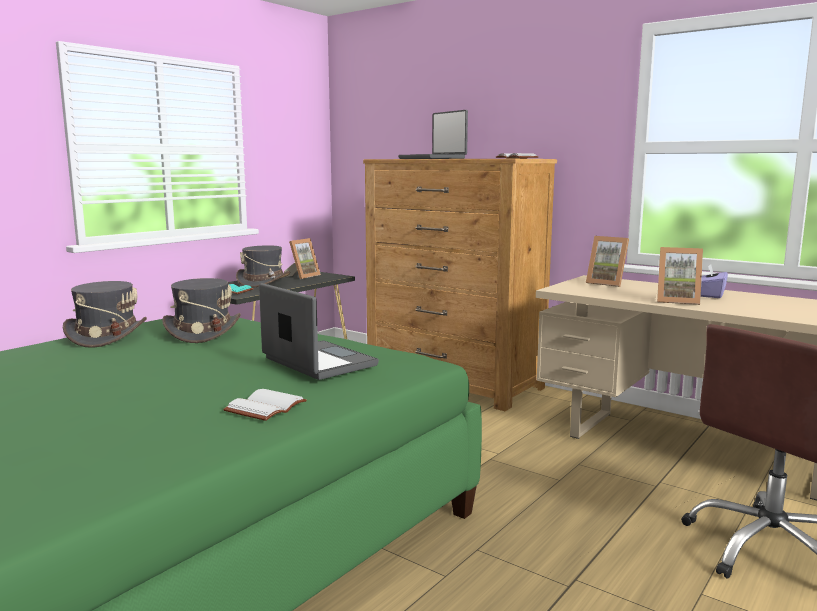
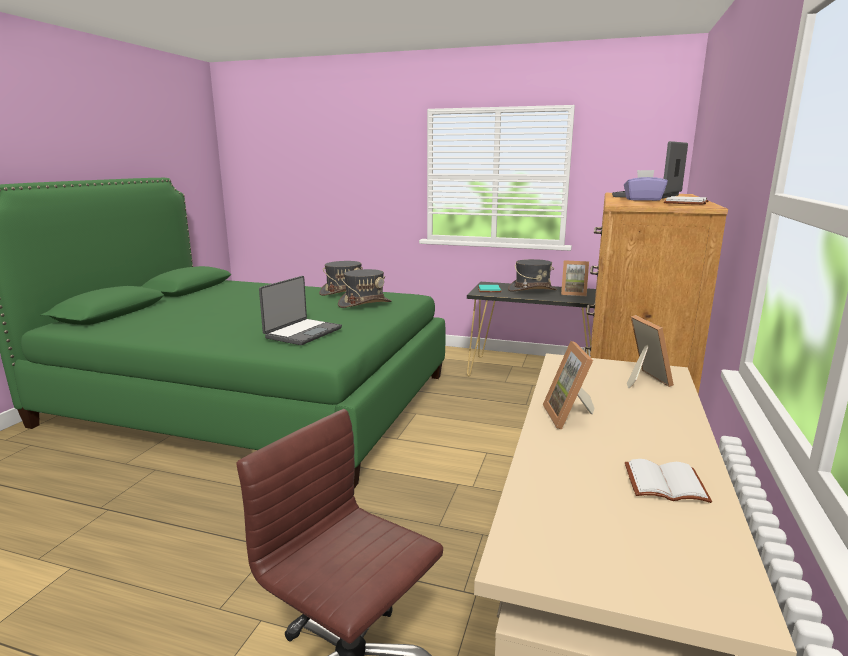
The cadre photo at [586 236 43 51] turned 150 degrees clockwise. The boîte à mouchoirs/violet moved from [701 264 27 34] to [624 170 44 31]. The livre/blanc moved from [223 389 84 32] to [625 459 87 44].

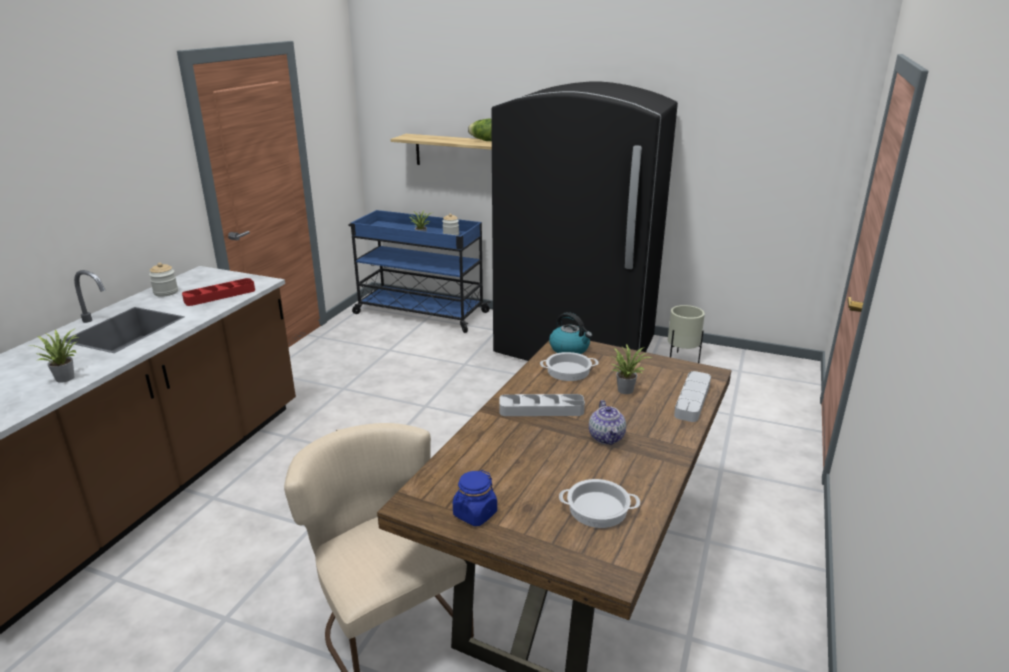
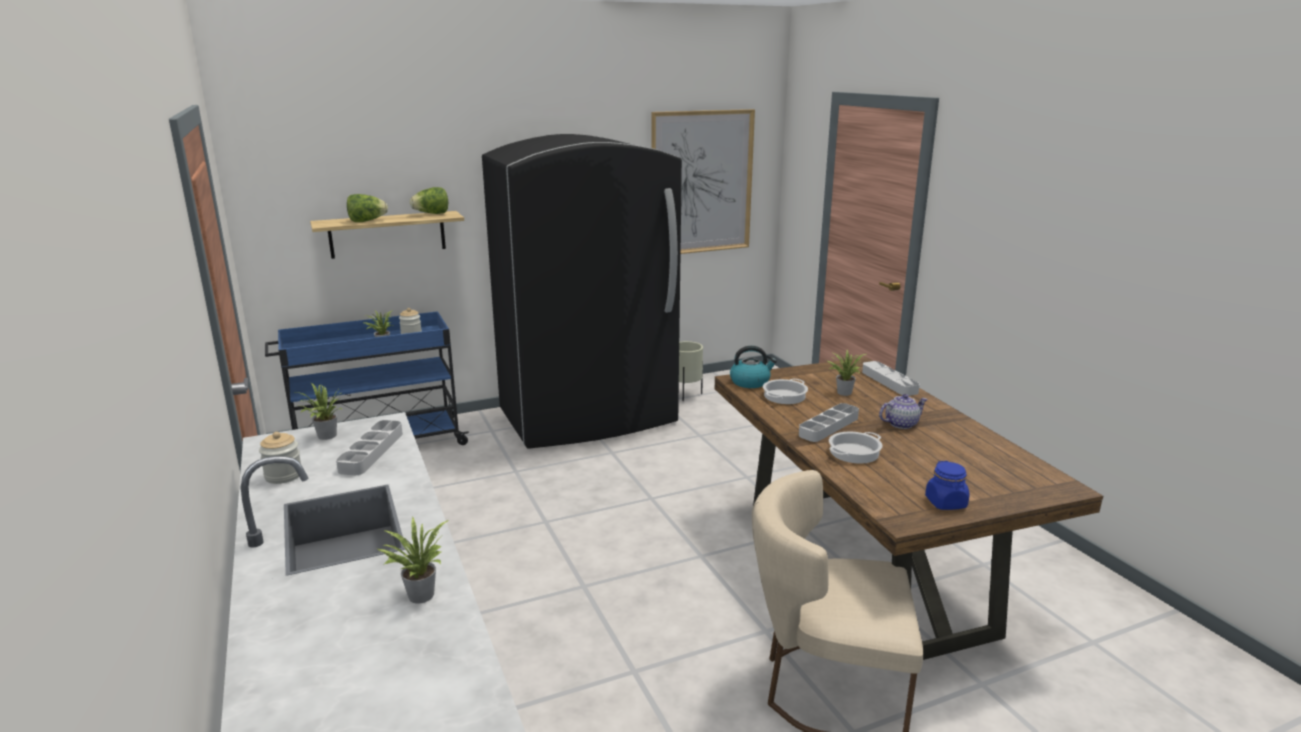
The plateau/rouge at [182 278 73 28] became the plateau/gris at [336 420 67 55]. The théière at [589 400 37 45] turned 60 degrees counterclockwise. The marmite moved from [559 479 81 49] to [829 432 54 32]. The tableau at [651 109 104 145] appeared. The laitue at [347 194 41 28] appeared. The plante en pot at [292 383 50 57] appeared.

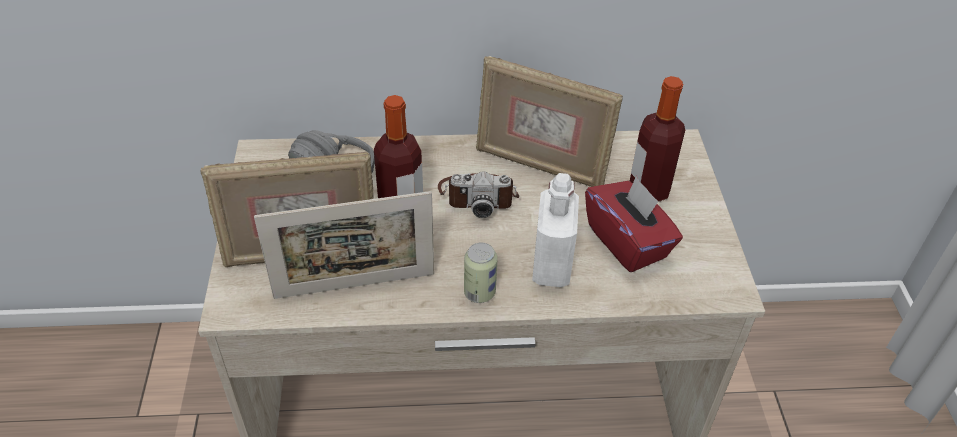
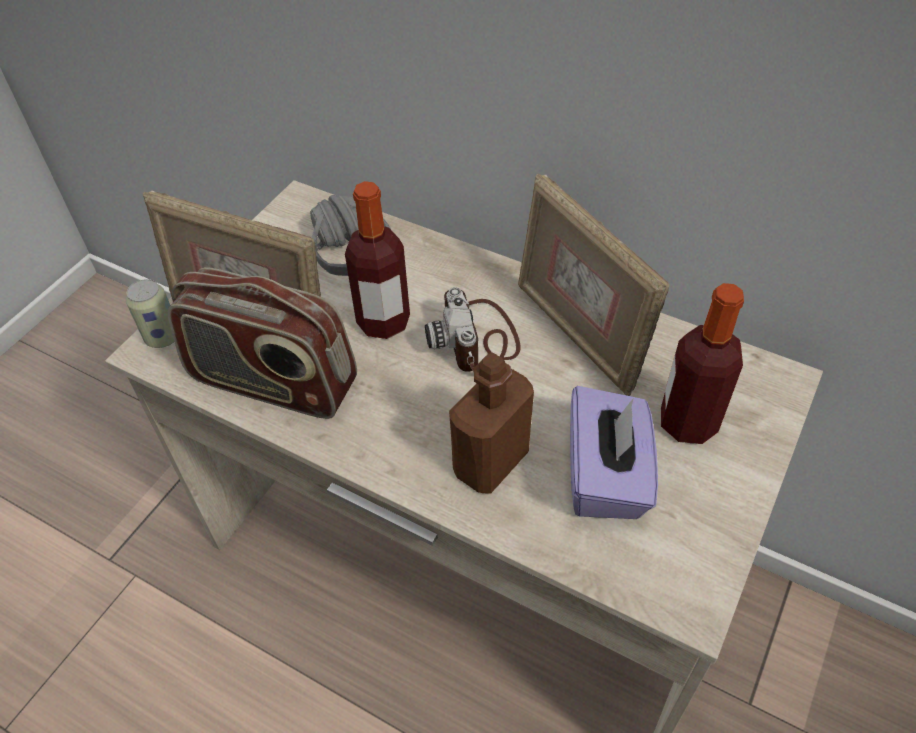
The appareil photo at [438 171 81 47] turned 45 degrees clockwise. The bouteille/blanc at [532 173 47 114] became the bouteille/marron at [449 353 85 141]. The boîte à mouchoirs/rouge at [585 176 98 96] became the boîte à mouchoirs/violet at [570 386 88 133]. The cadre photo at [254 191 180 108] was replaced by the radio at [168 267 189 152]. The boîte métallique moved from [464 243 34 60] to [126 279 48 69].

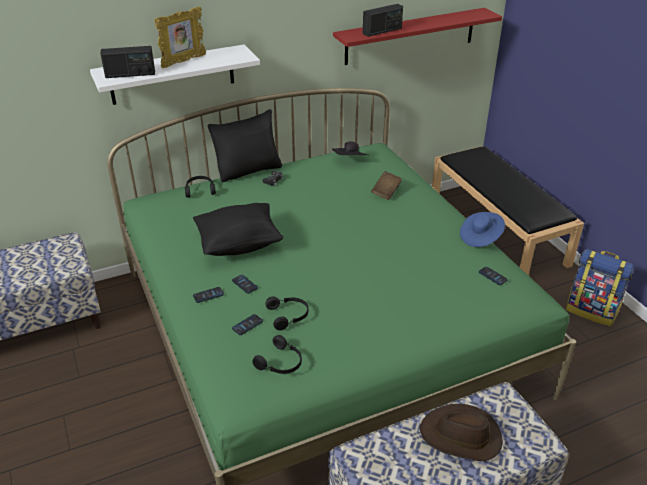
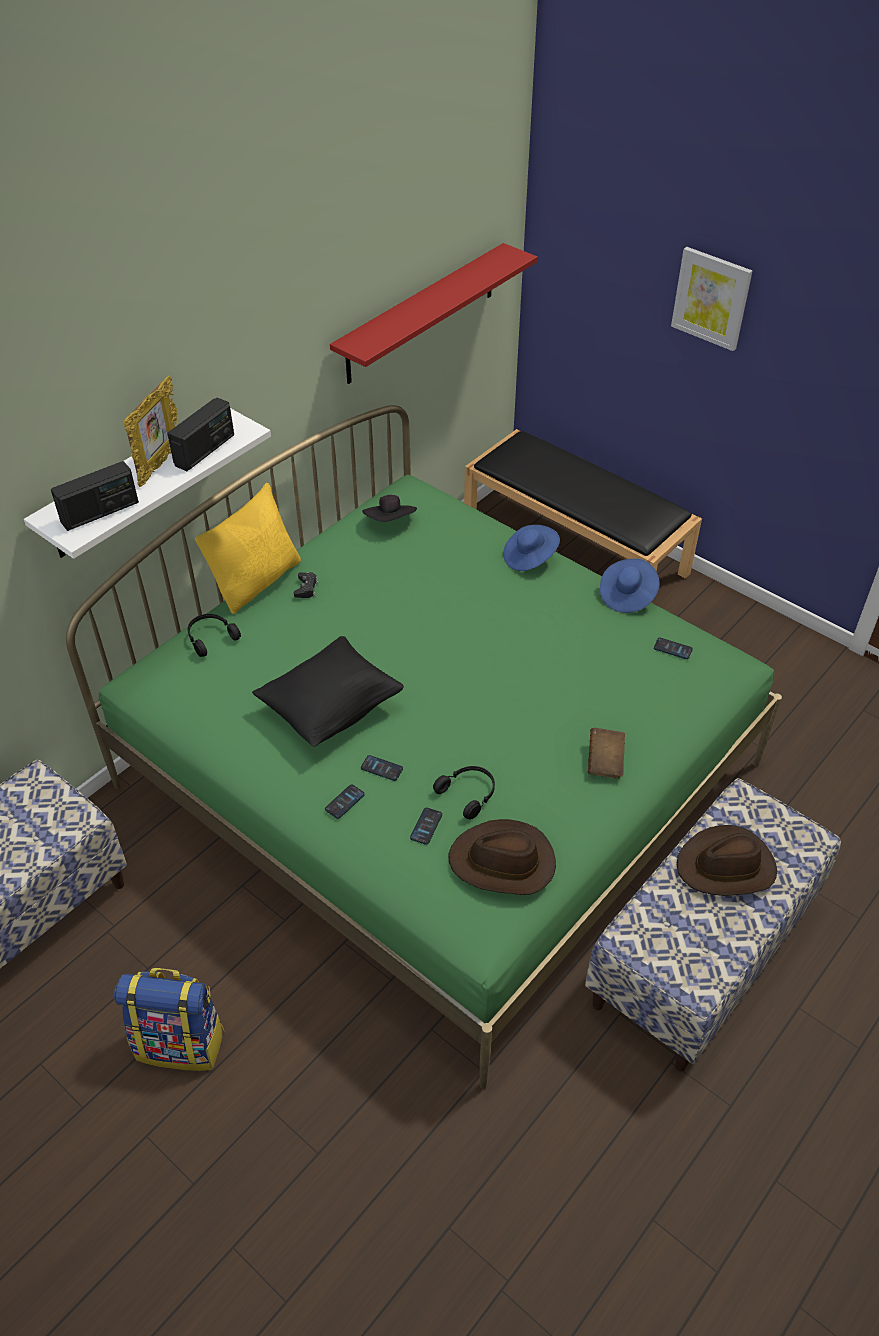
The radio moved from [363 4 40 33] to [167 397 67 74]. The coussin/noir at [207 109 75 73] became the coussin/jaune at [195 483 106 131]. The livre/marron moved from [371 171 31 29] to [588 728 37 50]. The sac à dos moved from [566 249 68 77] to [114 968 110 103]. The casque audio/noir at [252 335 50 39] was replaced by the chapeau/marron at [448 819 108 76]. The tableau at [671 247 81 104] appeared. The chapeau/bleu at [503 525 57 46] appeared.

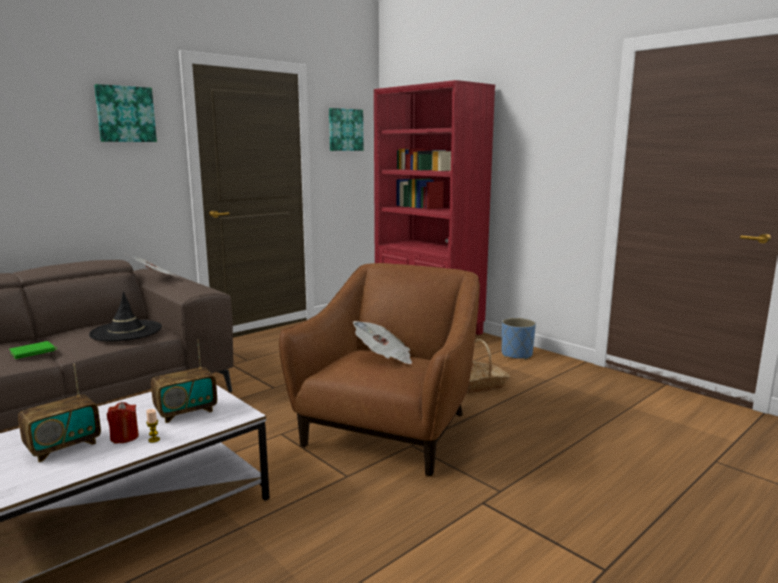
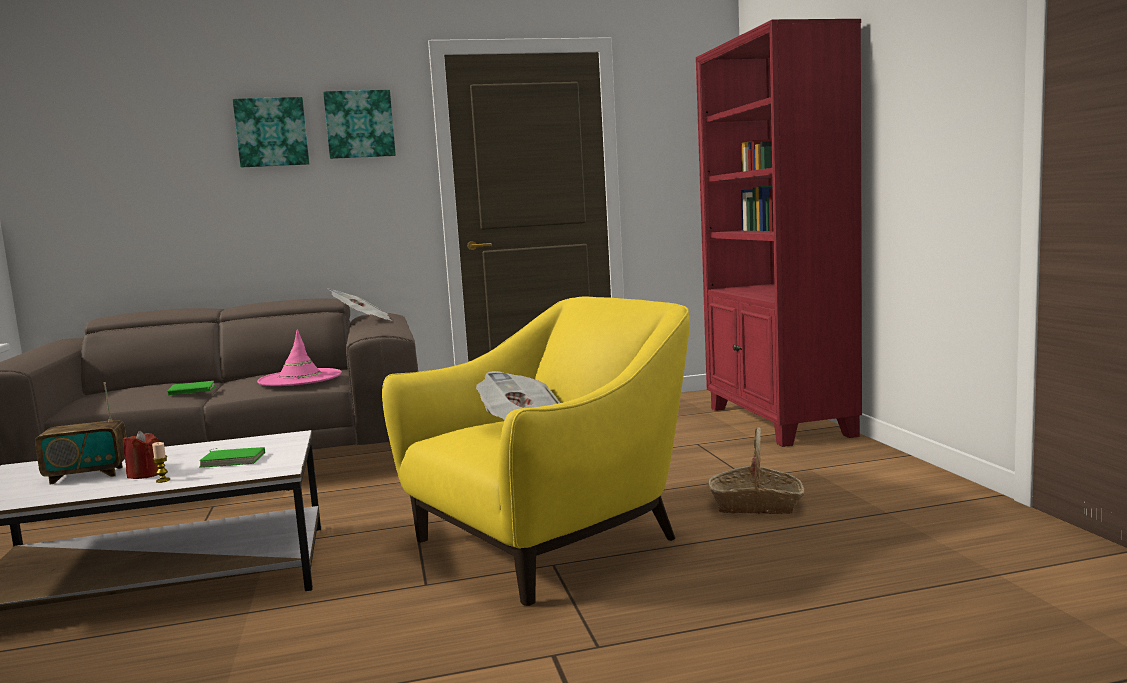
The tableau moved from [329 108 34 43] to [233 97 77 70]. The fauteuil/marron at [279 263 201 213] became the fauteuil/jaune at [382 297 308 309]. The chapeau/noir at [89 292 73 50] became the chapeau/rose at [257 329 85 57]. The cache-pot/bleu at [502 318 34 42] disappeared. The radio at [151 339 66 84] was replaced by the livre/vert at [199 447 66 21].

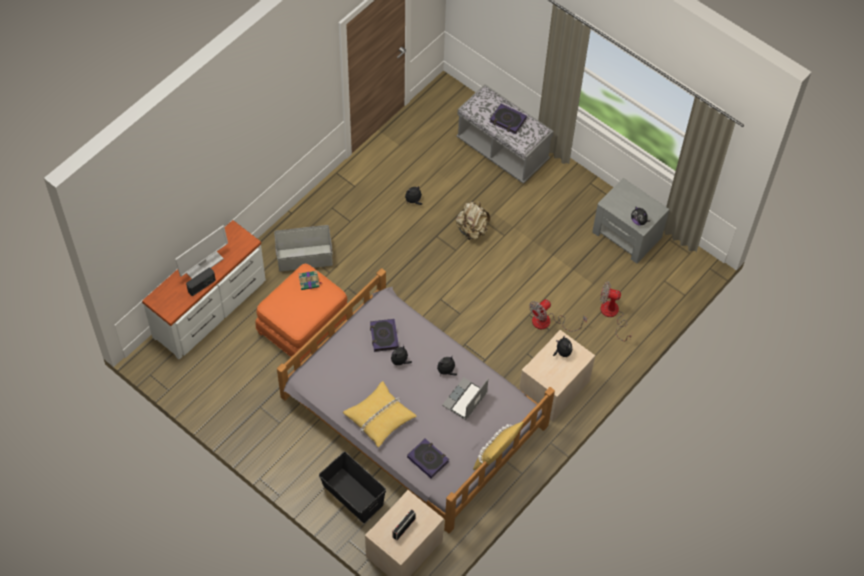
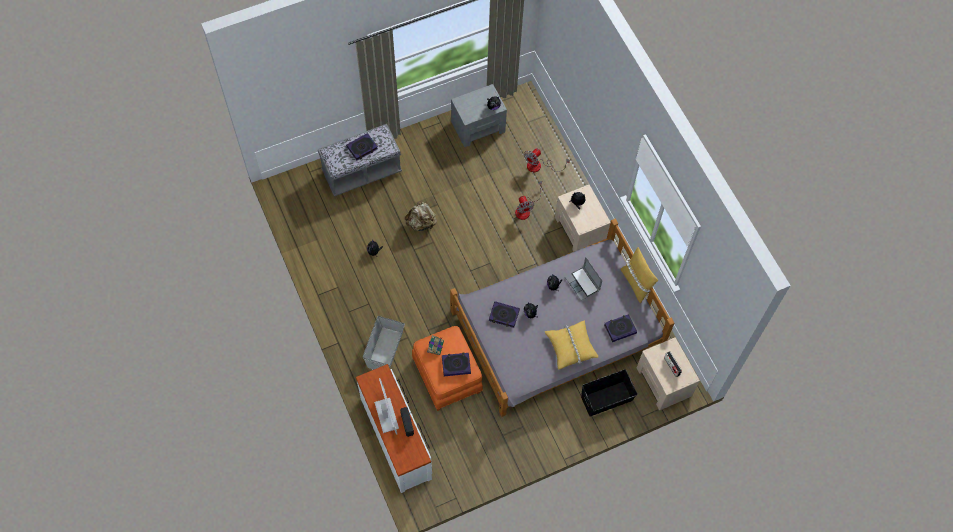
The livre at [442 353 29 23] appeared.

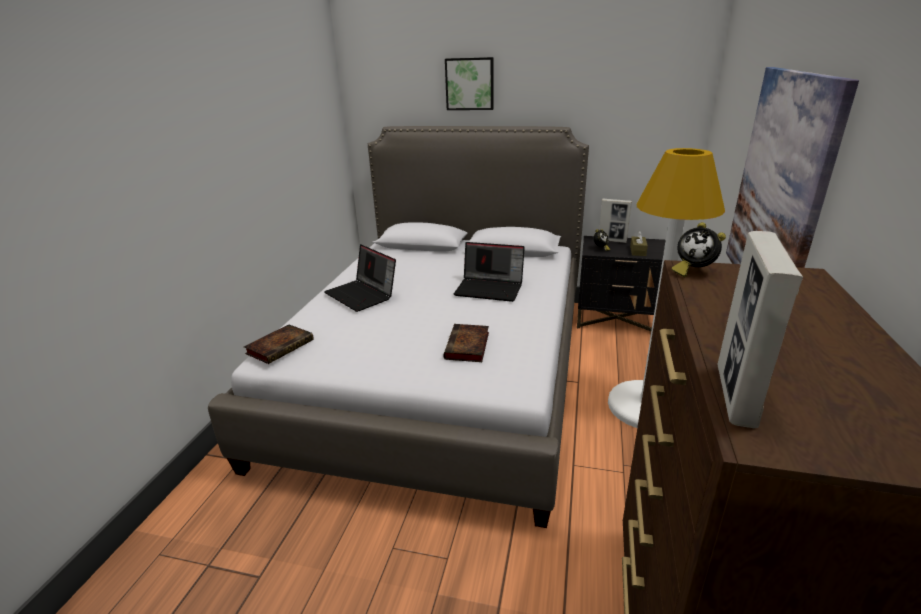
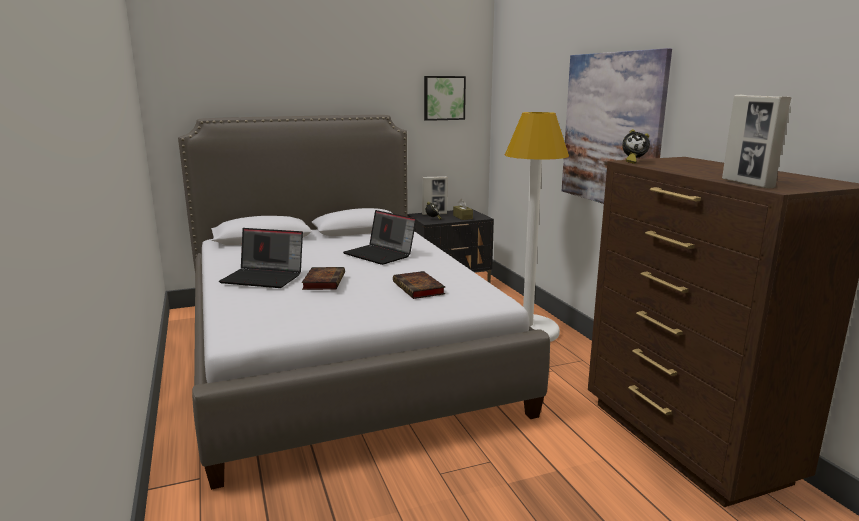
The tableau moved from [445 57 49 53] to [424 76 42 45]. The ordinateur portable at [454 242 71 60] turned 60 degrees clockwise. The livre moved from [244 325 70 39] to [302 267 43 23].

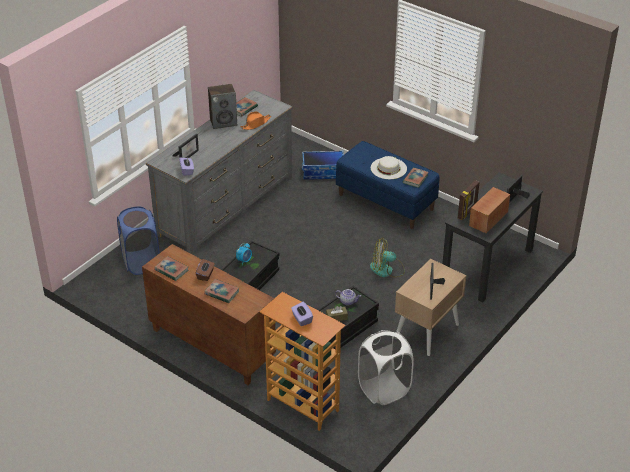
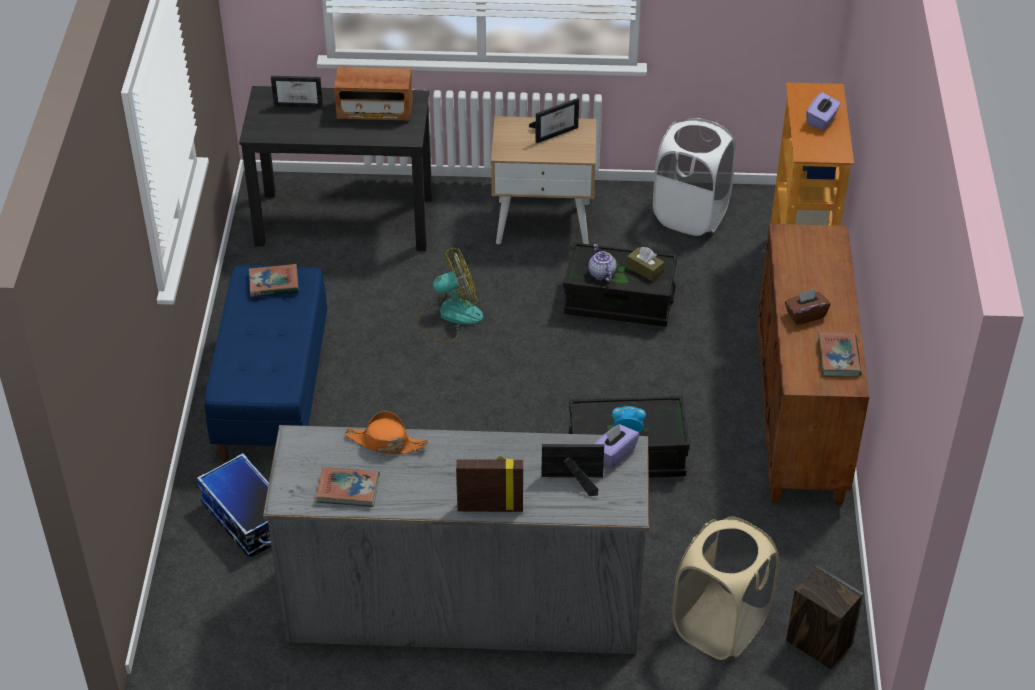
The enceinte moved from [208 84 29 45] to [786 565 77 104]. The chapeau/blanc at [371 156 36 23] disappeared. The cadre photo moved from [458 180 21 40] to [456 456 67 56]. The panier à linge/bleu at [117 206 43 69] became the panier à linge/beige at [672 517 107 143]. The ventilateur at [370 238 35 40] turned 75 degrees counterclockwise. The livre at [204 279 35 24] disappeared.

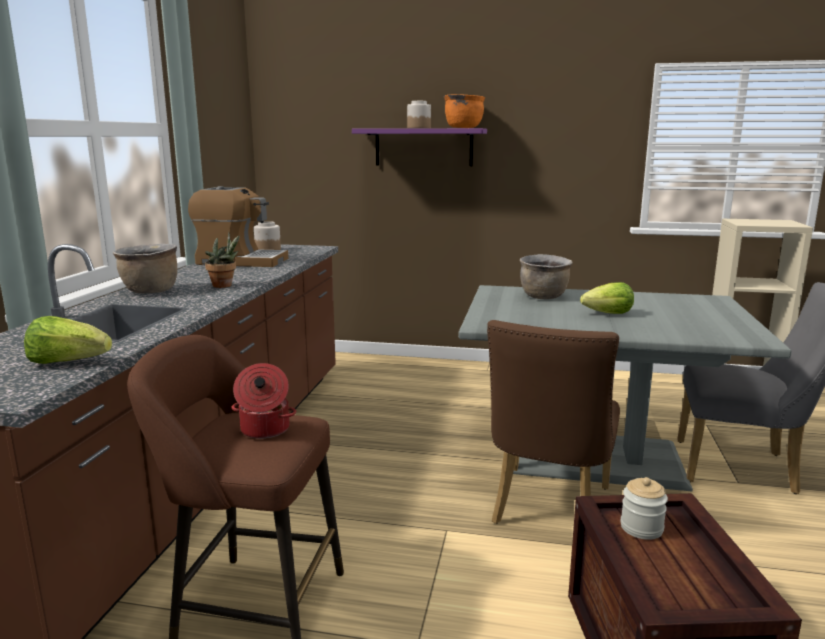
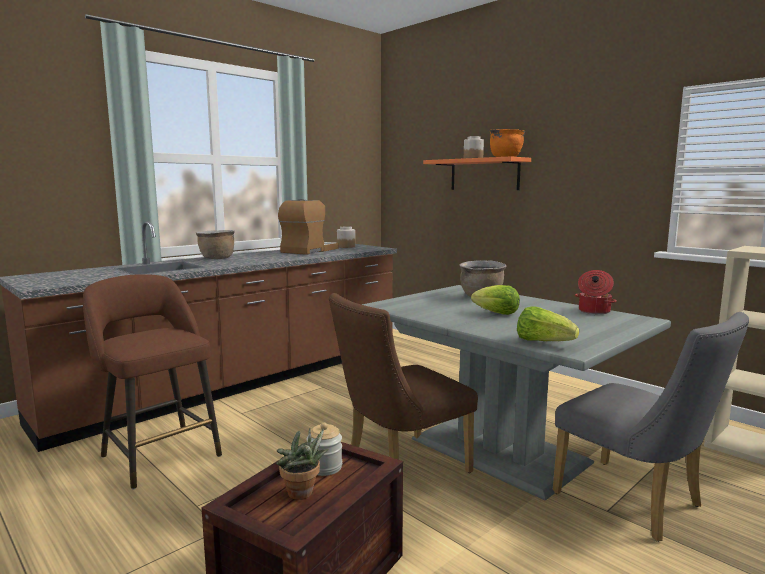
The étagère/violet at [352 128 135 38] became the étagère/orange at [423 156 108 34]. The machine à café at [188 186 100 81] turned 105 degrees counterclockwise. The plante en pot moved from [205 232 34 56] to [276 428 52 72]. The laitue moved from [24 316 88 48] to [517 306 62 35]. The marmite moved from [232 363 65 76] to [575 270 42 44].

